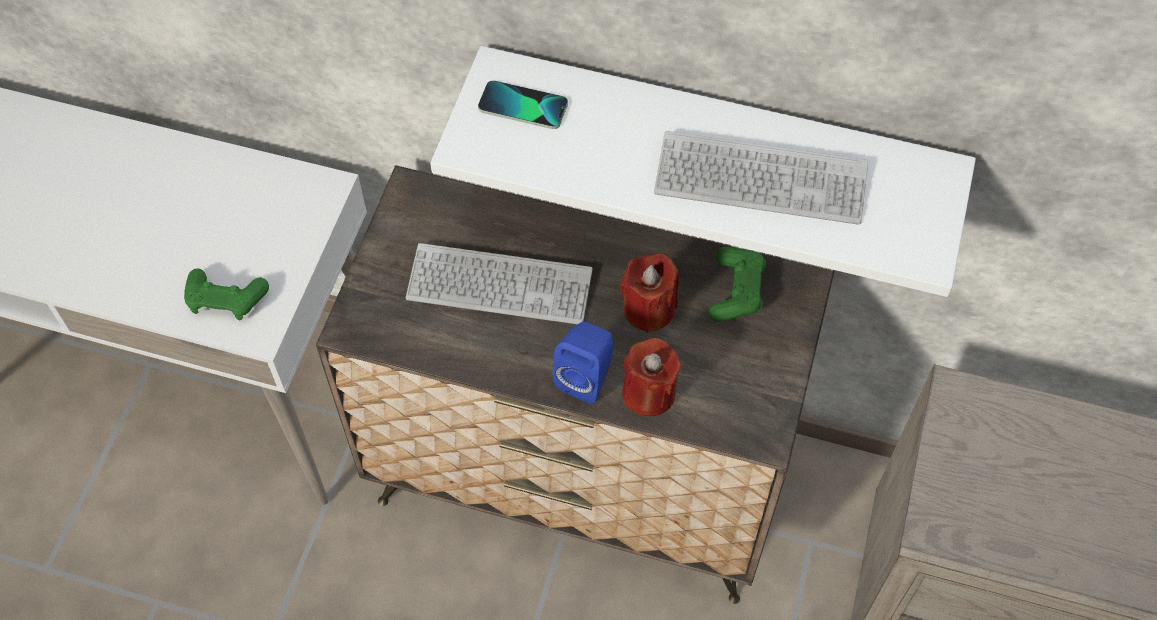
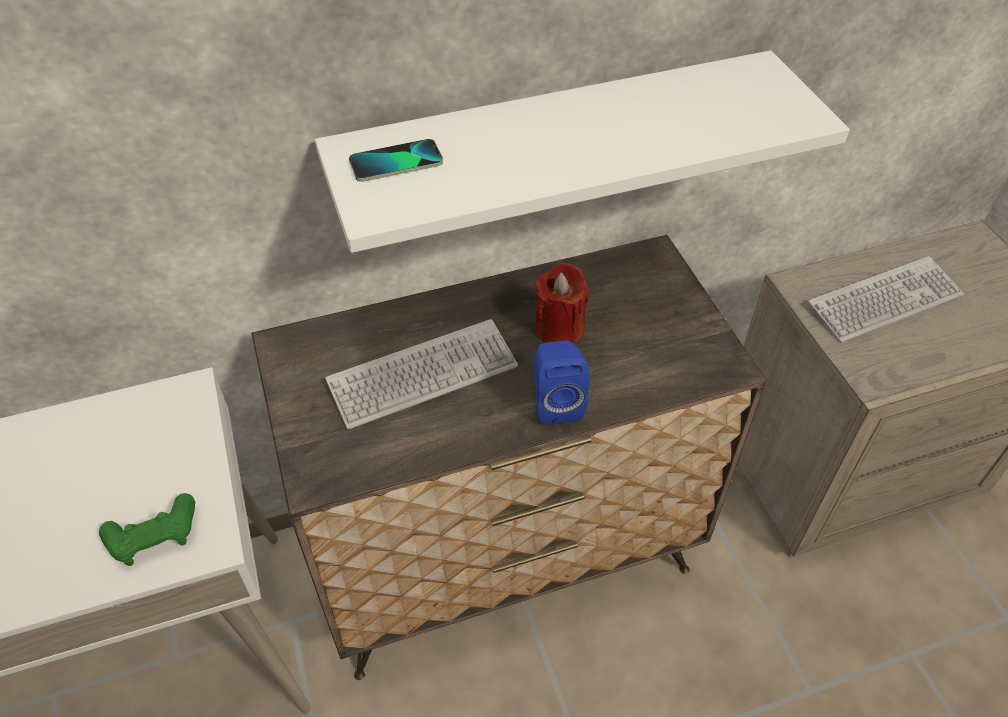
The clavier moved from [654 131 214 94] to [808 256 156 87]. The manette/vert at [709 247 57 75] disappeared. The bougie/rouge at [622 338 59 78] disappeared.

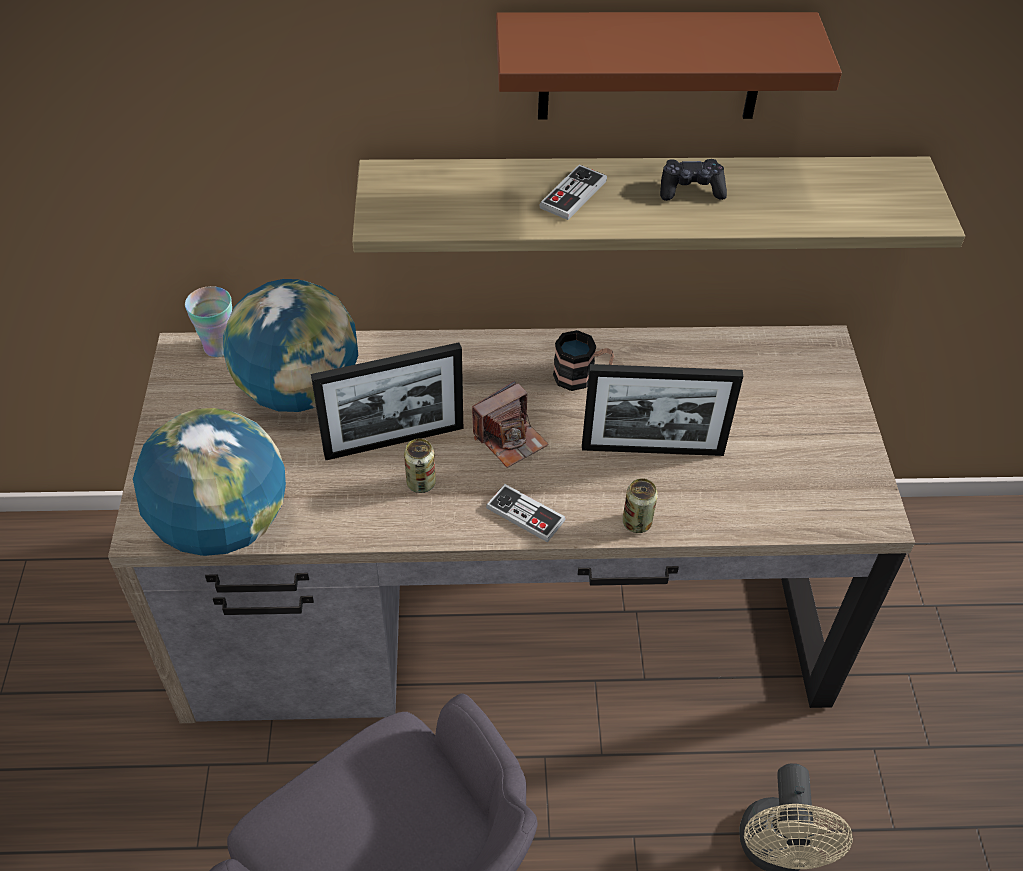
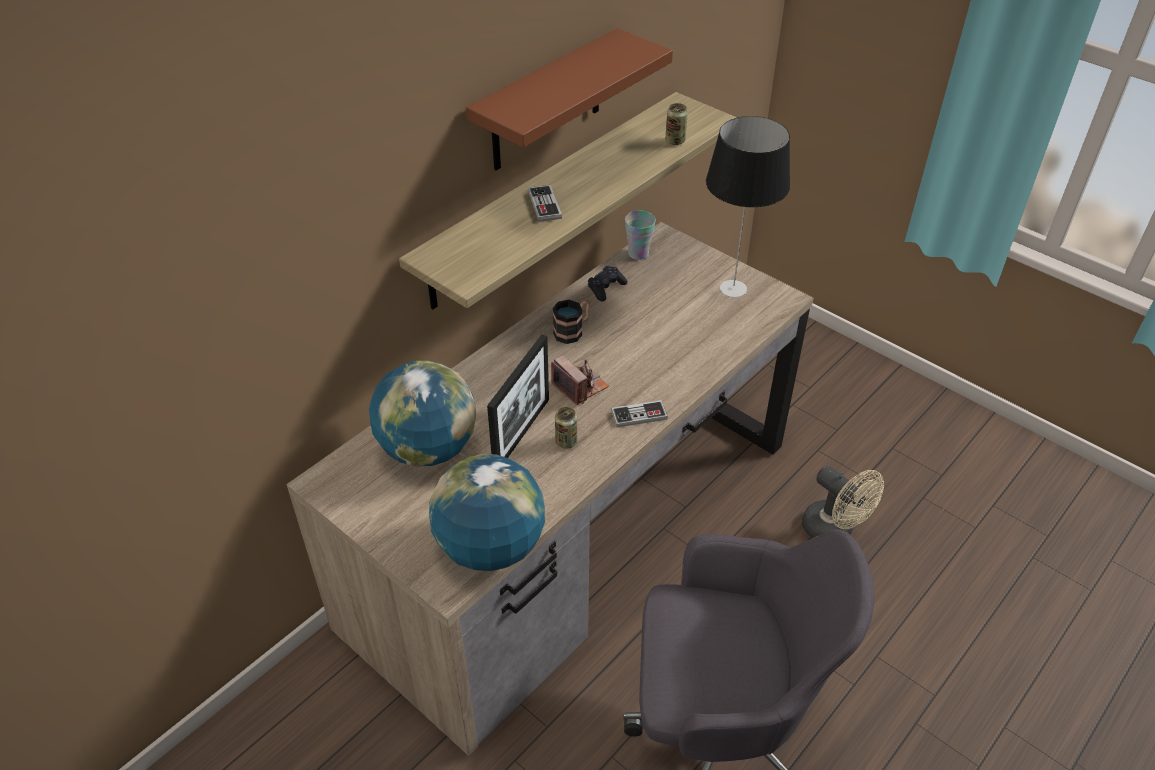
The manette/noir moved from [660 159 67 42] to [588 266 40 35]. The tasse moved from [185 286 47 71] to [625 210 31 50]. The cadre photo at [582 364 161 92] disappeared. The appareil photo at [472 381 76 87] turned 45 degrees counterclockwise. The boîte métallique moved from [622 478 36 55] to [665 103 23 42]. The lampe de table at [706 116 84 181] appeared.

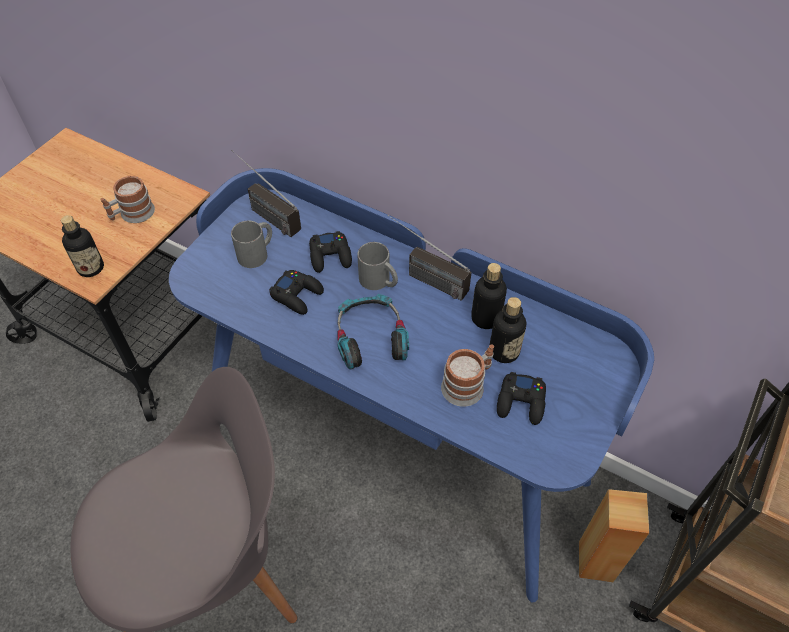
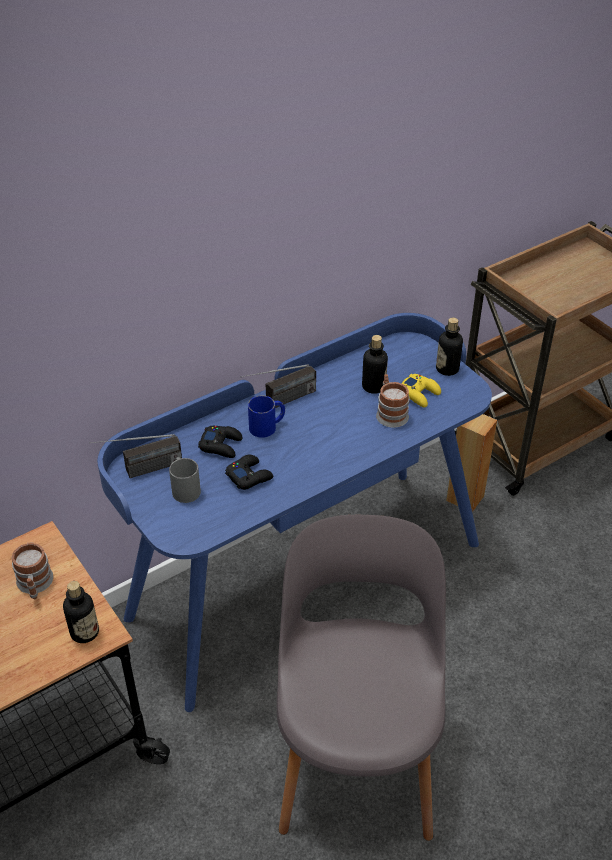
The mug/gris at [357 242 41 48] became the mug/bleu at [248 395 37 43]. The bouteille moved from [471 263 36 66] to [436 318 27 58]. The casque audio at [337 294 72 76] disappeared. The manette/noir at [497 372 49 53] became the manette/jaune at [401 374 40 34].

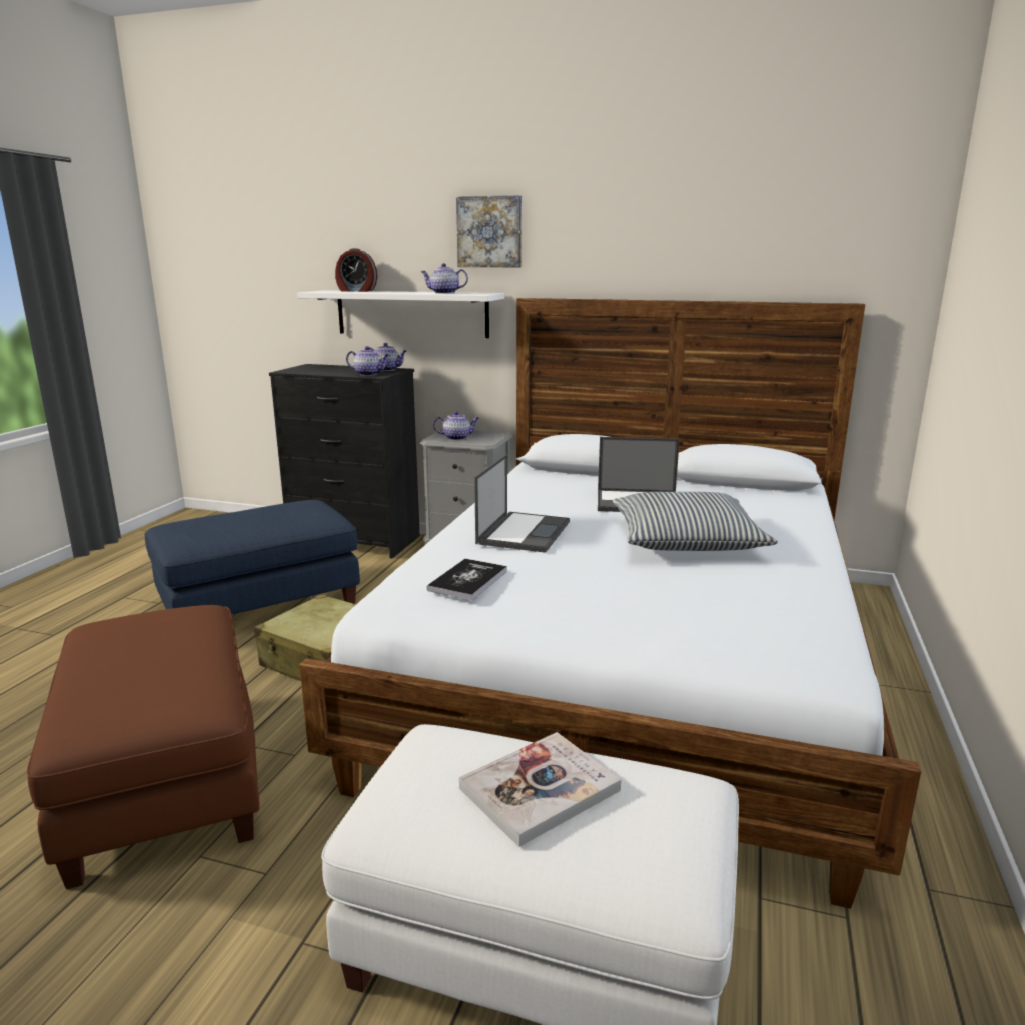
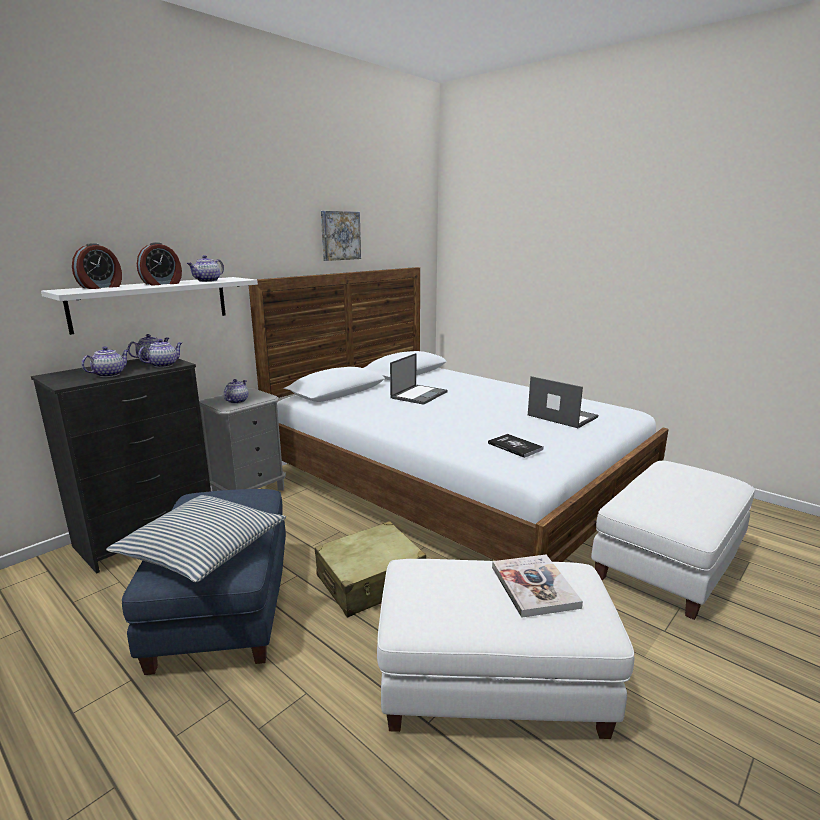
The tableau moved from [456 195 66 72] to [321 211 40 50]. The ordinateur portable moved from [474 454 96 99] to [528 376 70 52]. The coussin moved from [613 492 165 59] to [106 495 180 87]. The pouf/marron at [27 605 233 284] became the pouf/blanc at [377 559 257 180]. The livre moved from [459 732 162 115] to [492 555 91 63]. The réveil at [137 242 45 43] appeared. The théière at [81 346 48 31] appeared.

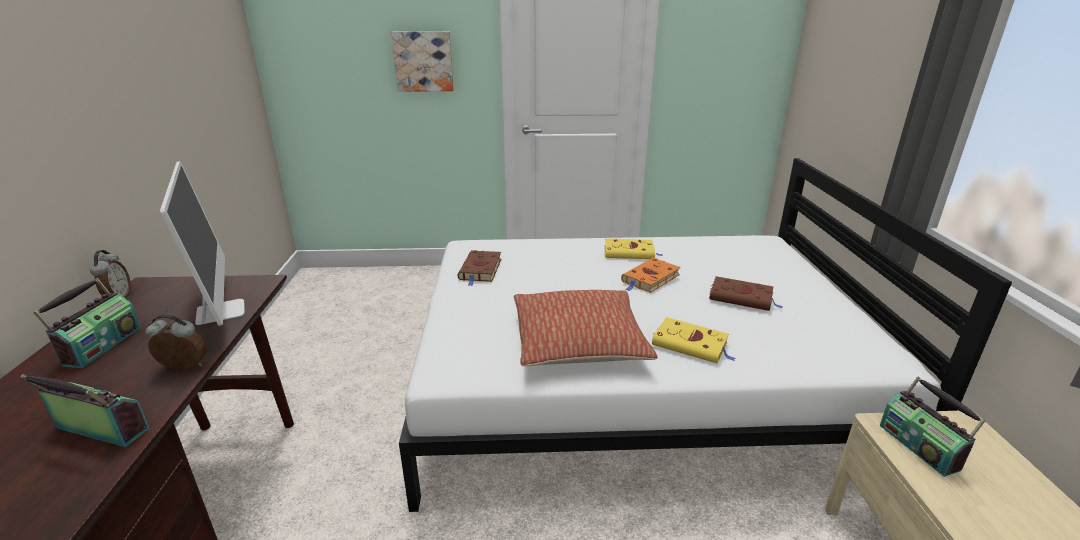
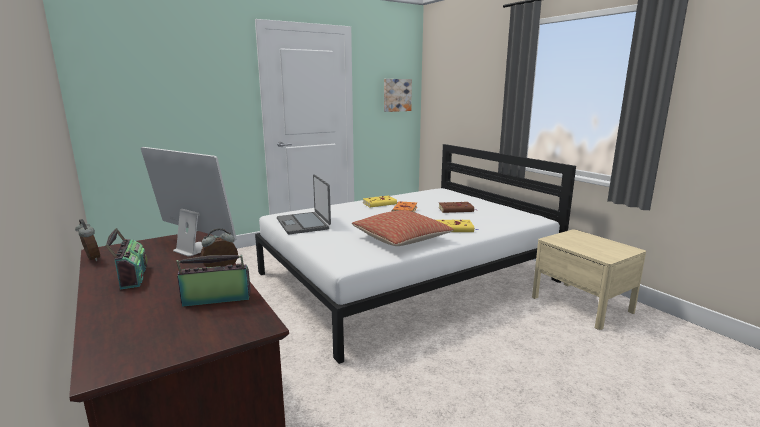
The tableau moved from [392 31 62 61] to [384 79 28 33]. The livre/marron at [458 250 43 36] was replaced by the ordinateur portable at [277 174 54 60]. The radio at [880 377 105 100] disappeared.

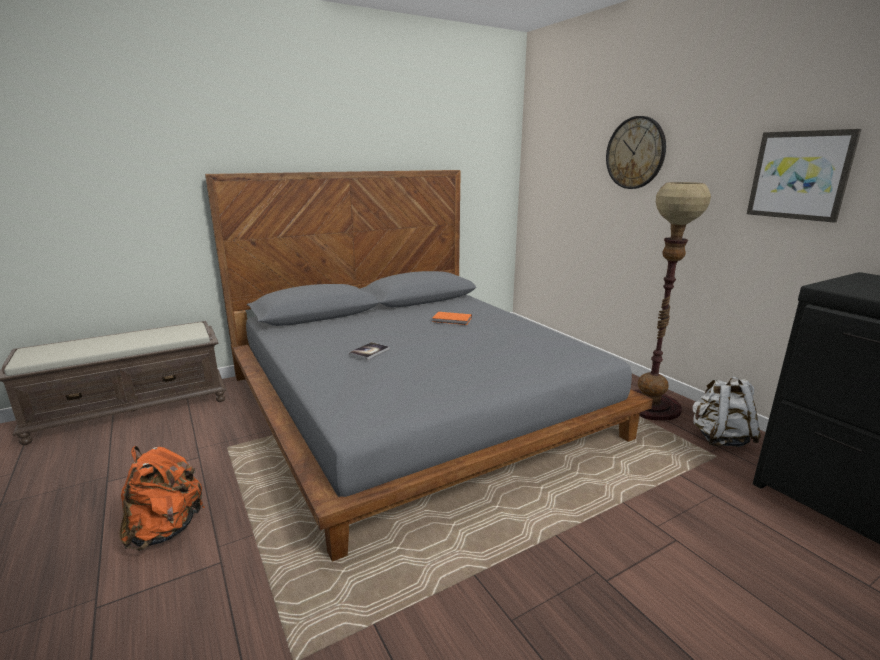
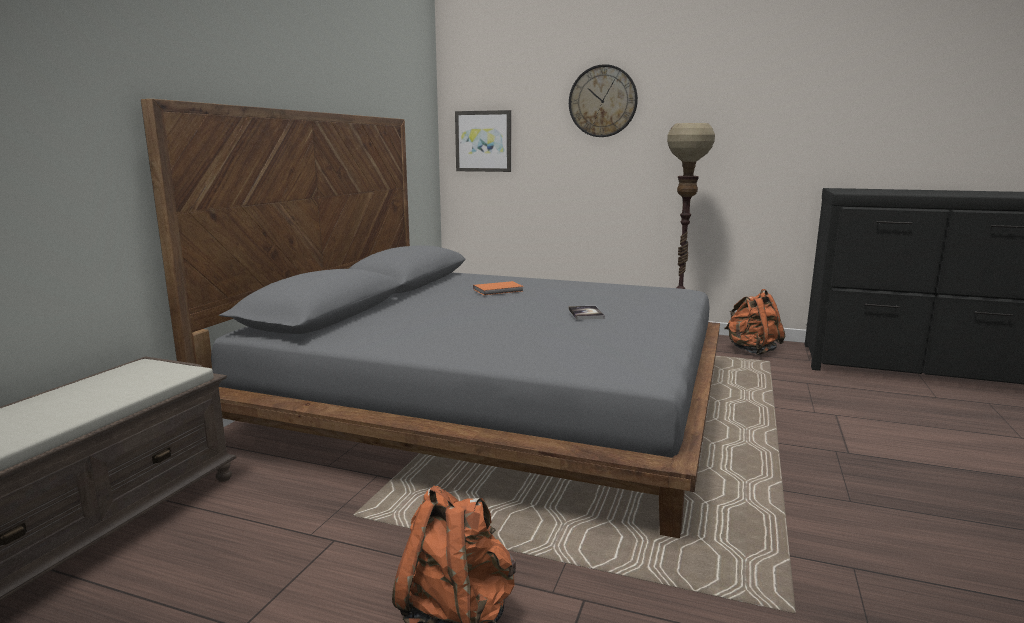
The tableau moved from [747 129 114 94] to [455 110 56 62]. The livre moved from [349 342 40 18] to [569 306 36 14]. The sac à dos/blanc at [693 376 68 71] became the sac à dos/orange at [724 289 61 66].

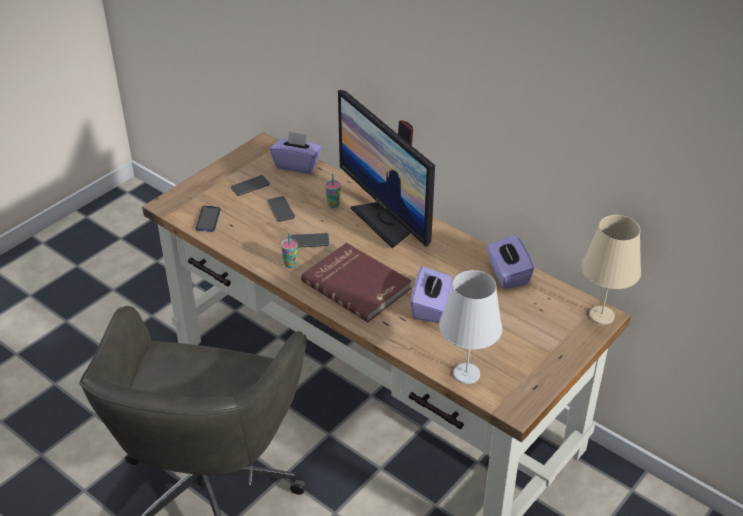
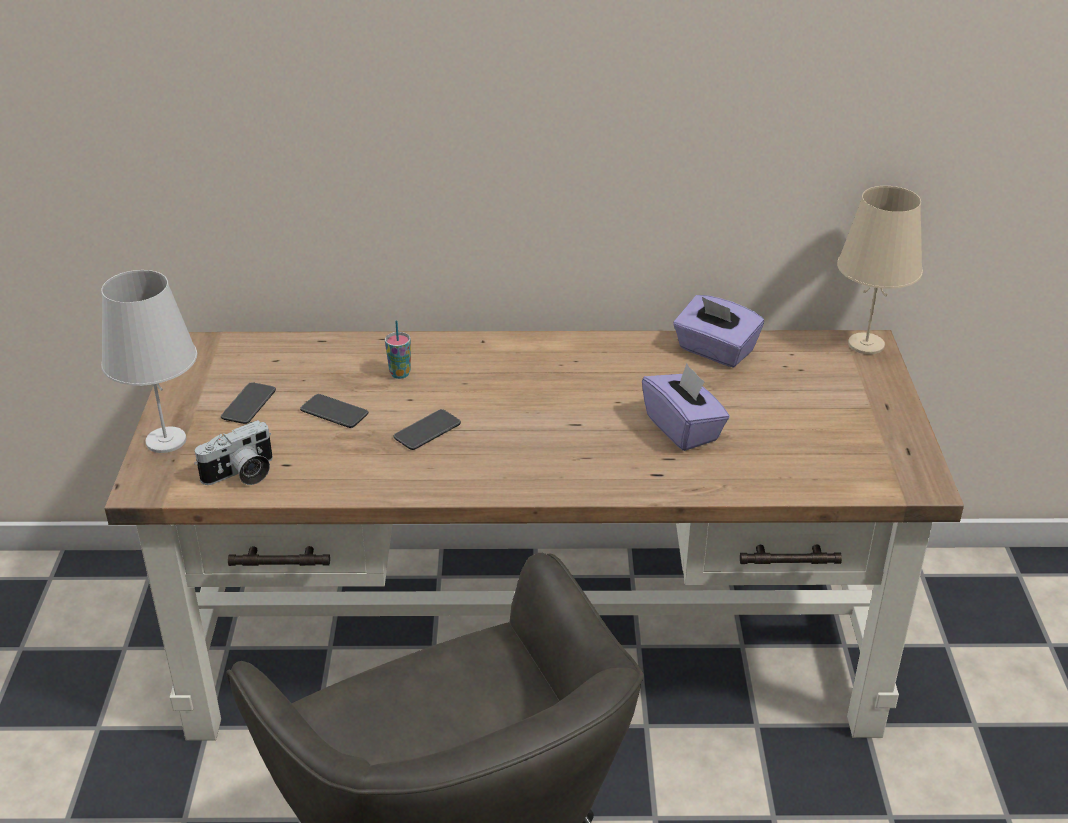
The écran d'ordinateur at [338 90 97 158] disappeared. The boîte à mouchoirs/violet at [270 131 52 43] disappeared. The téléphone at [196 206 25 26] was replaced by the appareil photo at [194 420 79 65]. The tasse at [281 233 17 35] disappeared. The livre/rouge at [301 243 110 79] disappeared. The lampe de table/blanc moved from [439 270 63 114] to [101 270 96 183].

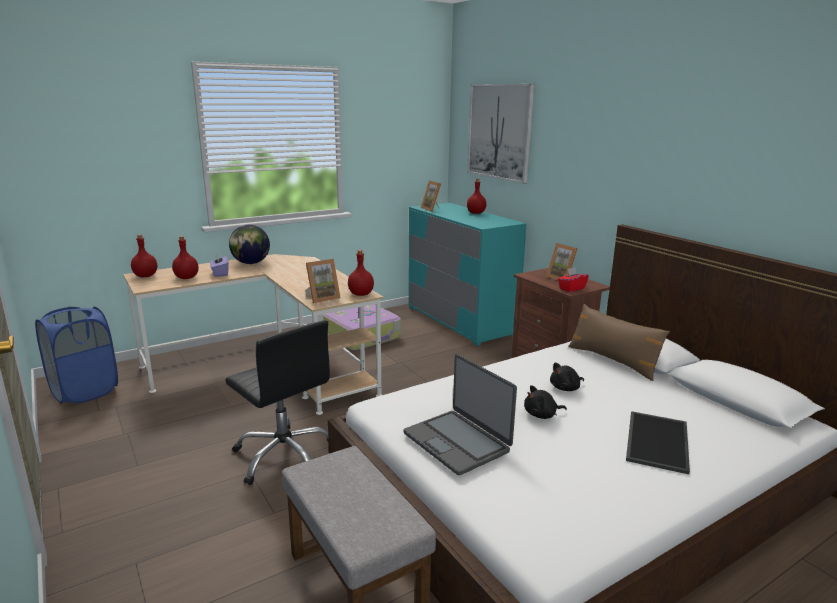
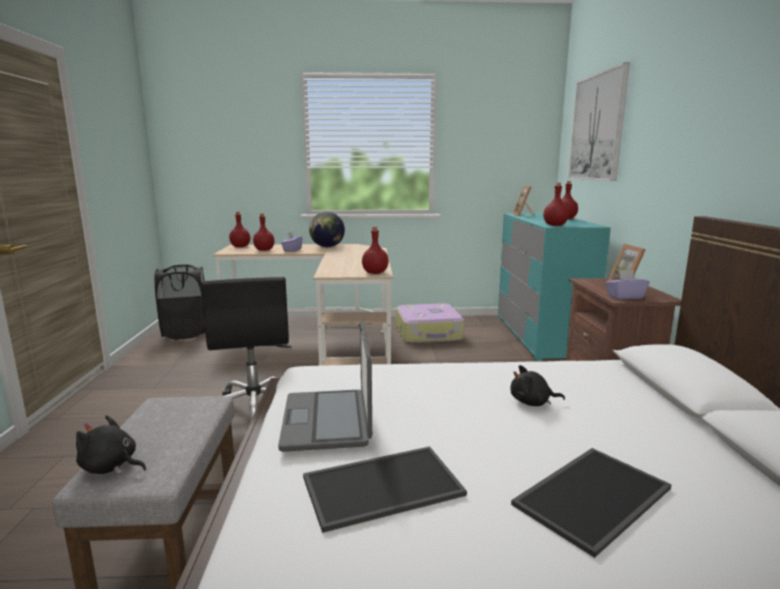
The cadre photo at [305 259 36 44] disappeared. The boîte à mouchoirs/rouge at [558 267 31 25] became the boîte à mouchoirs/violet at [605 270 44 29]. The coussin/marron at [568 304 102 77] disappeared. The panier à linge/bleu at [35 307 83 97] became the panier à linge/noir at [154 264 51 75]. The peluche/noir moved from [524 385 43 34] to [76 415 70 59]. The bouteille/rouge at [543 183 26 43] appeared. The plateau at [303 446 164 87] appeared.

